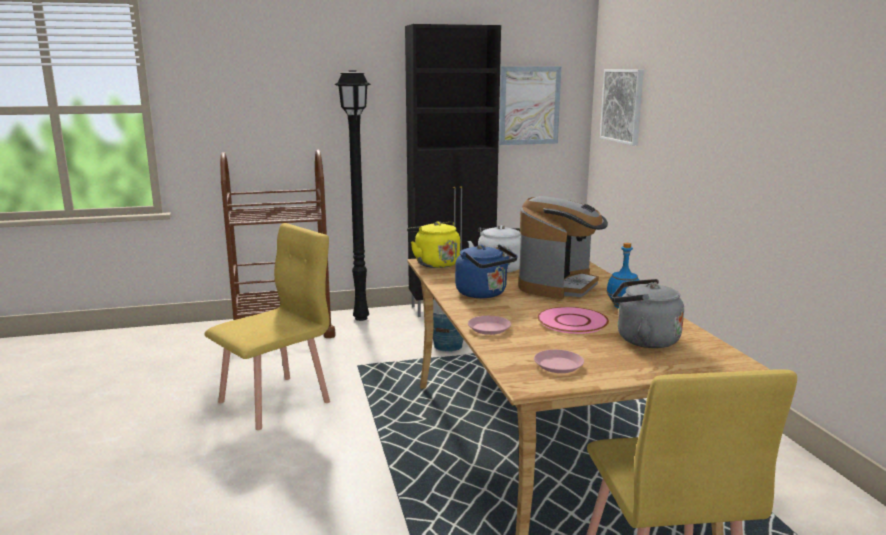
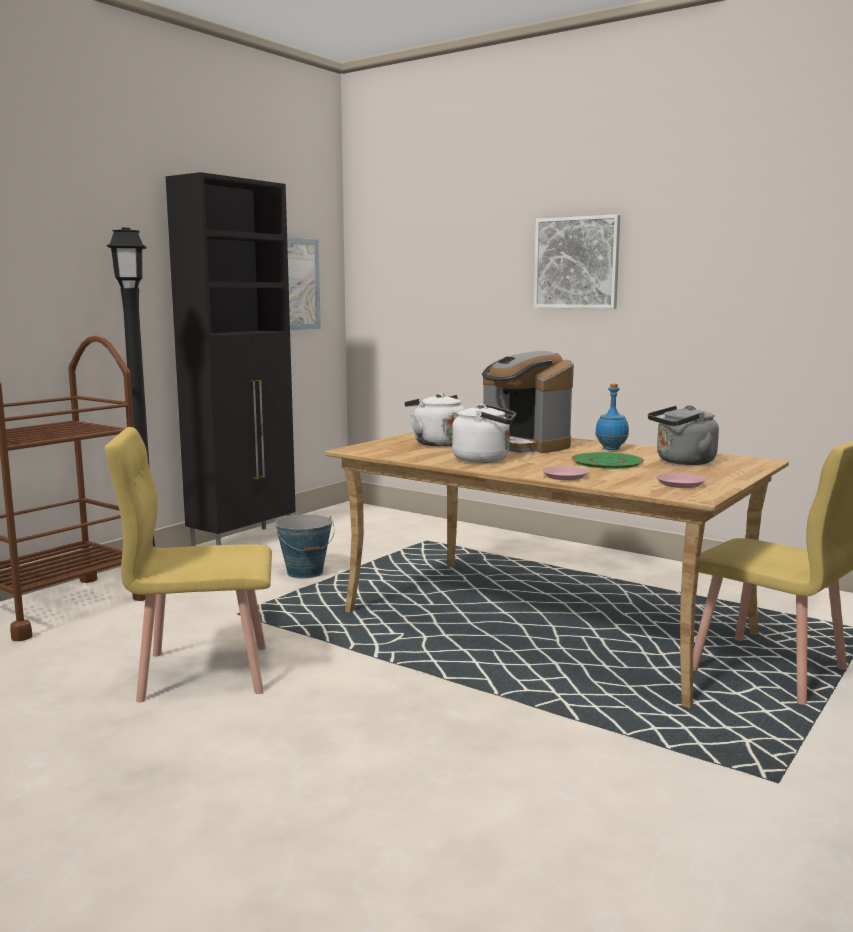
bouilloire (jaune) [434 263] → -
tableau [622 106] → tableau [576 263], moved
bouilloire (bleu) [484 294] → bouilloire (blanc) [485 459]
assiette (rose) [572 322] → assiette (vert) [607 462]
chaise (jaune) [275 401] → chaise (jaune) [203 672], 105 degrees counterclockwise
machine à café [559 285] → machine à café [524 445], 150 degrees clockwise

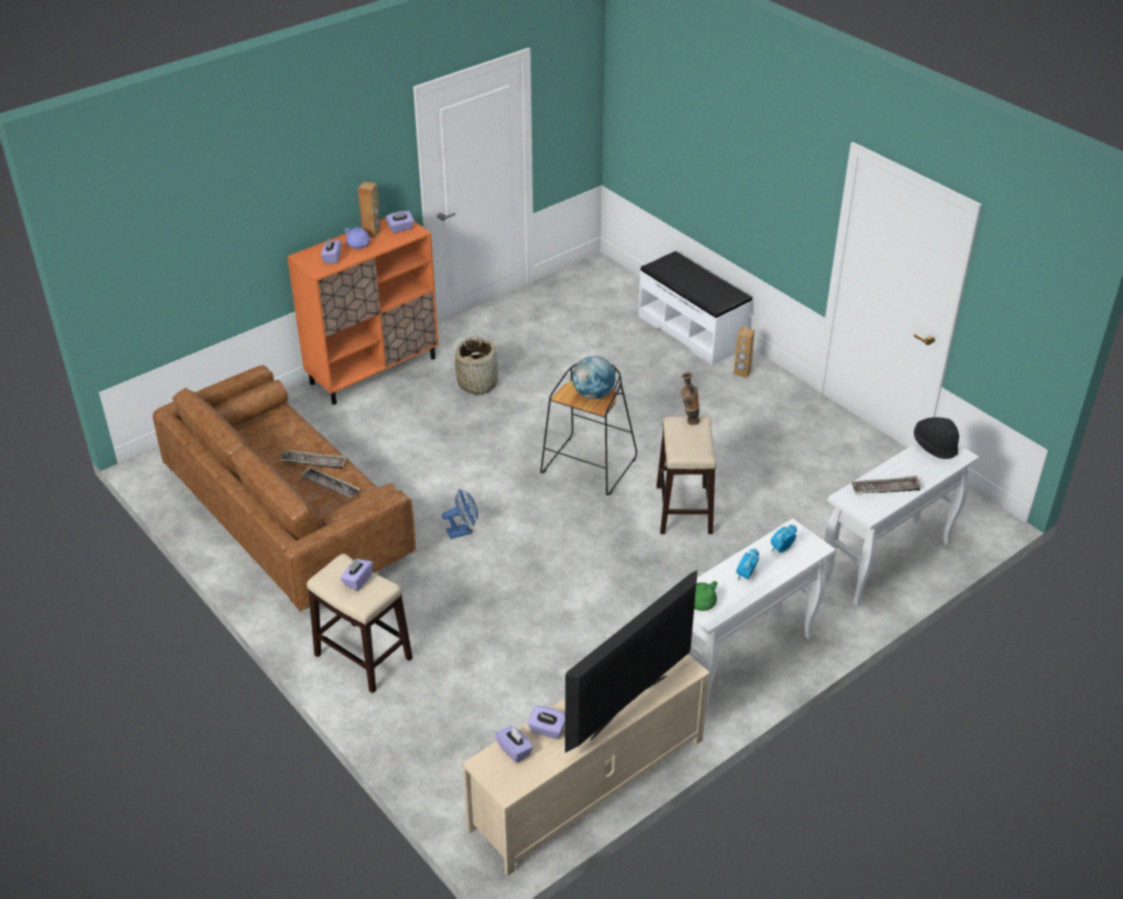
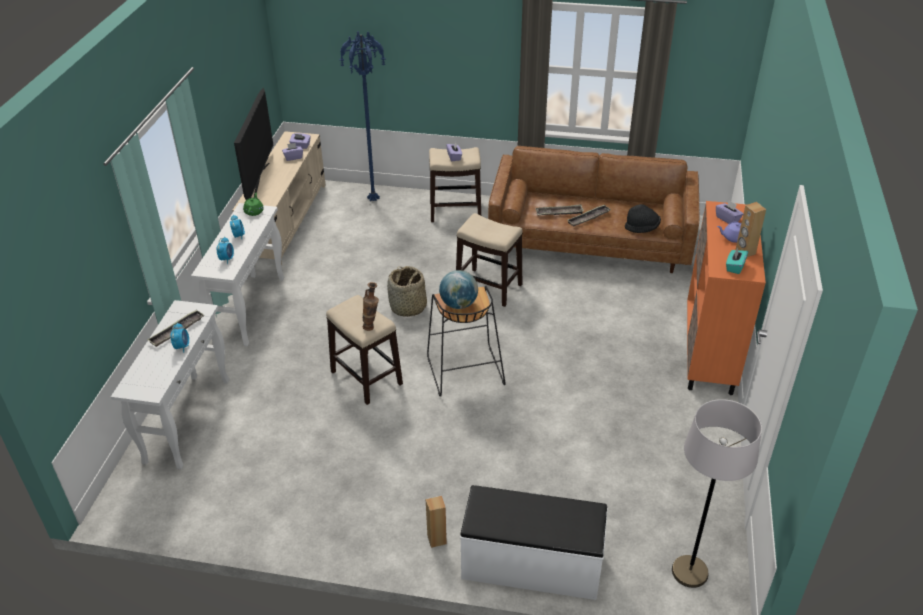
- → réveil [182 346]
- → lampadaire (bleu) [374 200]
- → lampadaire (gris) [689 572]
panier [478 383] → panier [408 307], moved
chapeau (noir) [934 446] → chapeau (noir) [642 228], moved
ventilateur (bleu) [463 531] → tabouret [489 287]
boîte à mouchoirs (violet) [400 228] → boîte à mouchoirs (turquoise) [734 267]

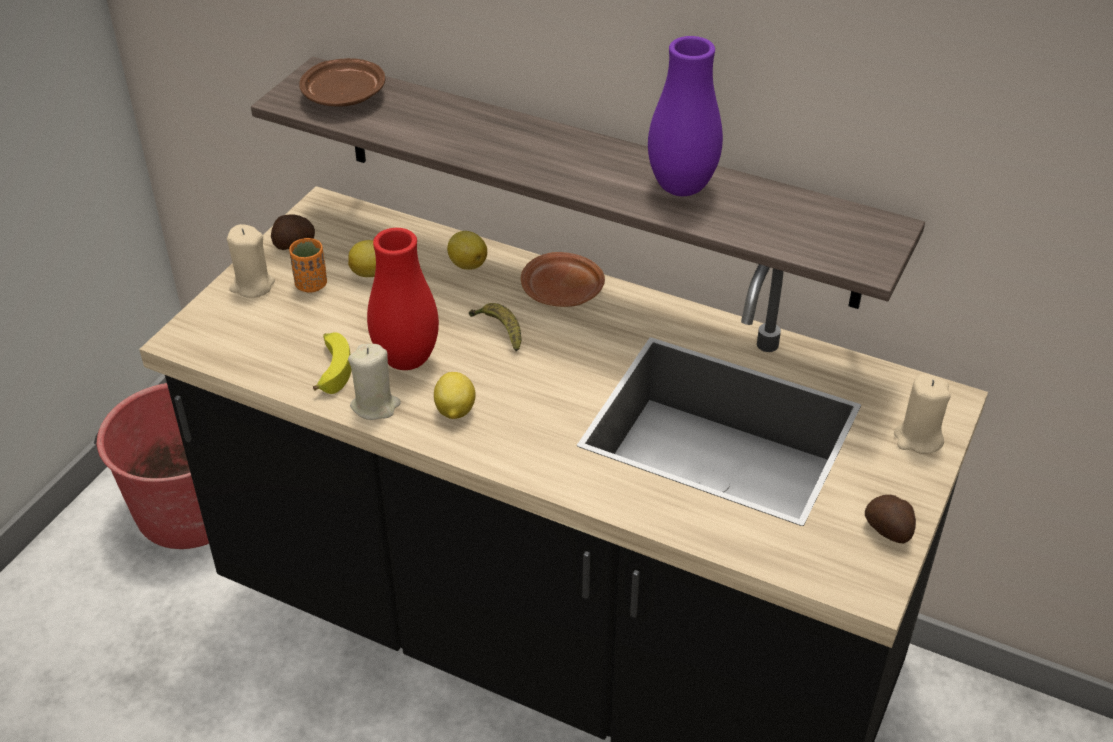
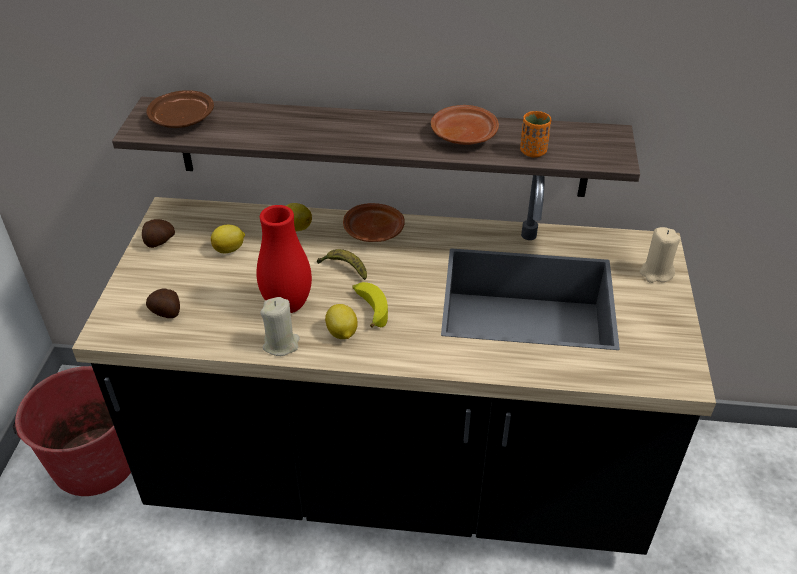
bougie (beige) [252 285] → -
tasse (orange) [311 285] → tasse (orange) [533 151], moved
banane [331 368] → banane [369 309], moved
pomme de terre [889 531] → pomme de terre [167 312], moved
vase (violet) [681 188] → assiette (marron) [463 135]

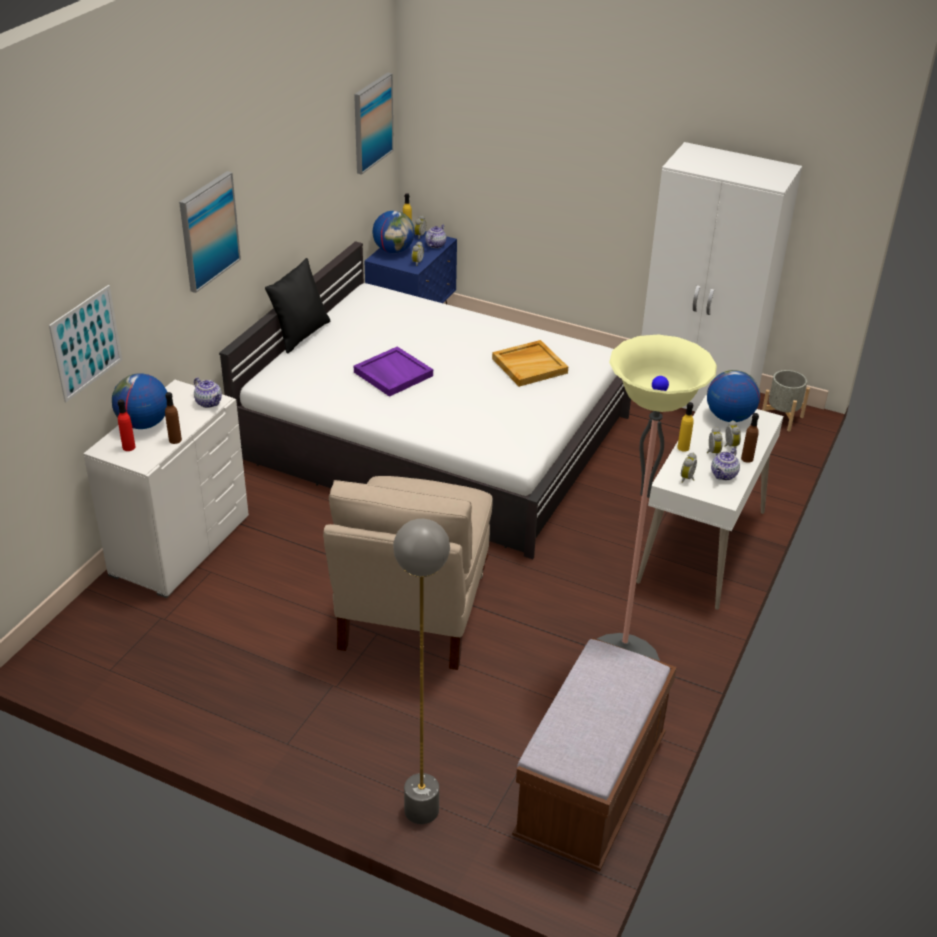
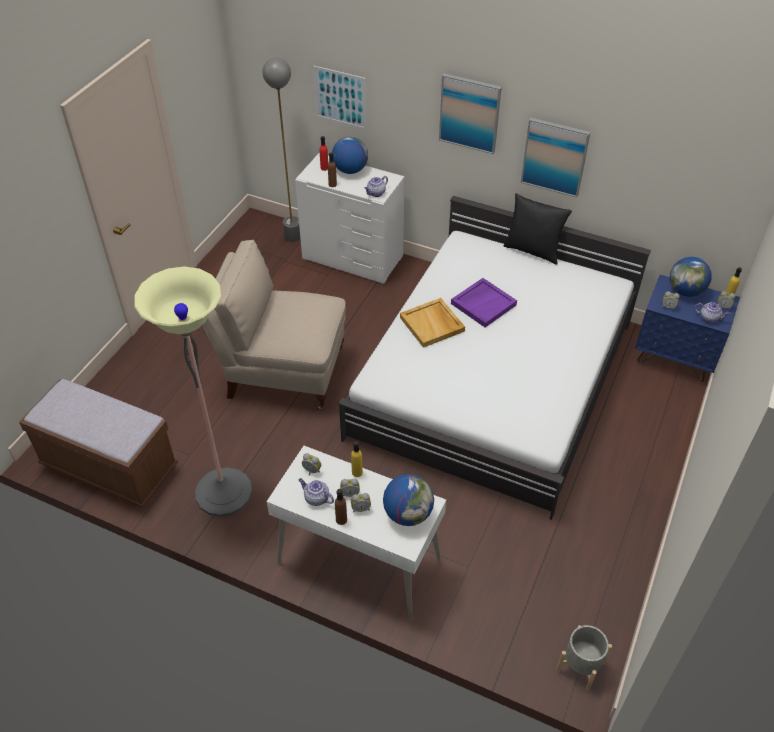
armoire (blanc) [697 396] → -
tableau [372 122] → tableau [554 157], moved
lampadaire (gris) [422 810] → lampadaire (gris) [292 236], moved
plateau (beige) [529 365] → plateau (beige) [432 324], moved

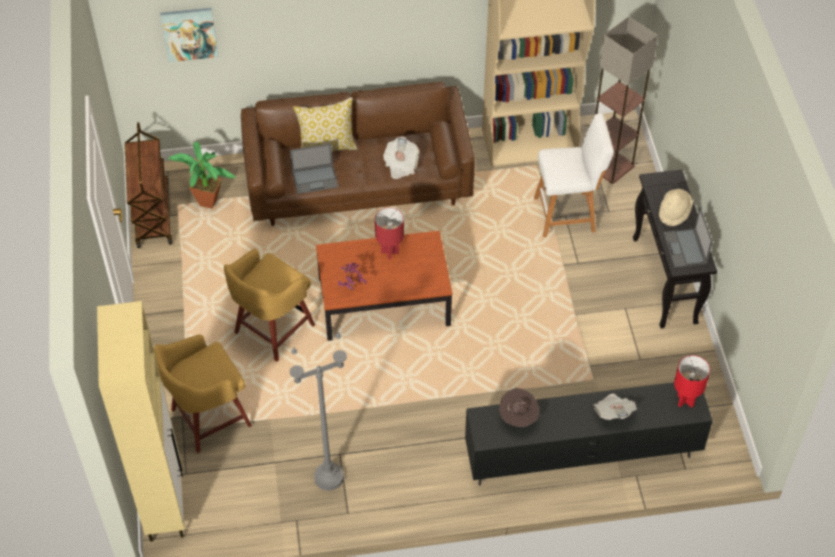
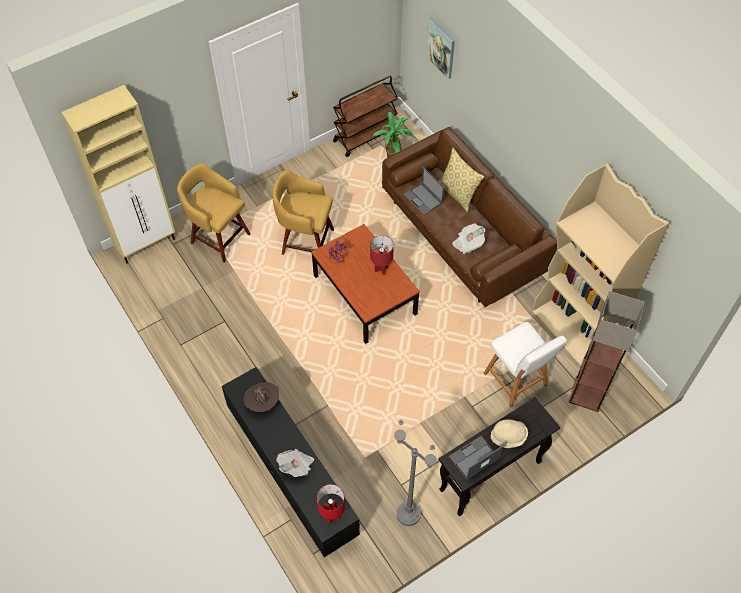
lampadaire (gris) [328 478] → lampadaire (gris) [408 514], moved

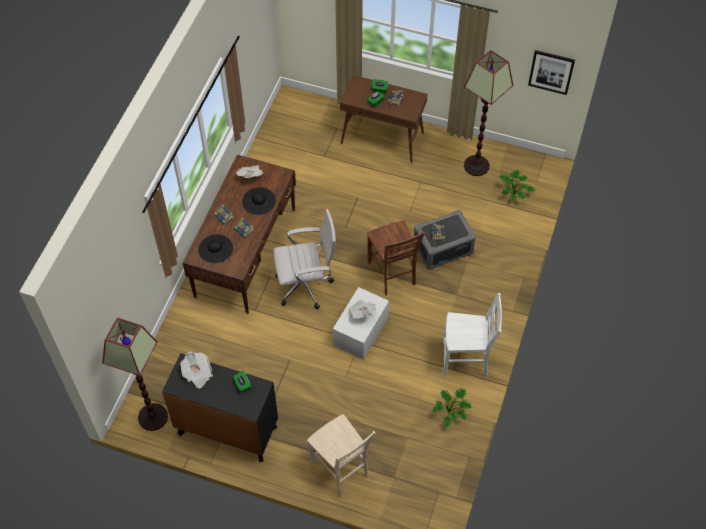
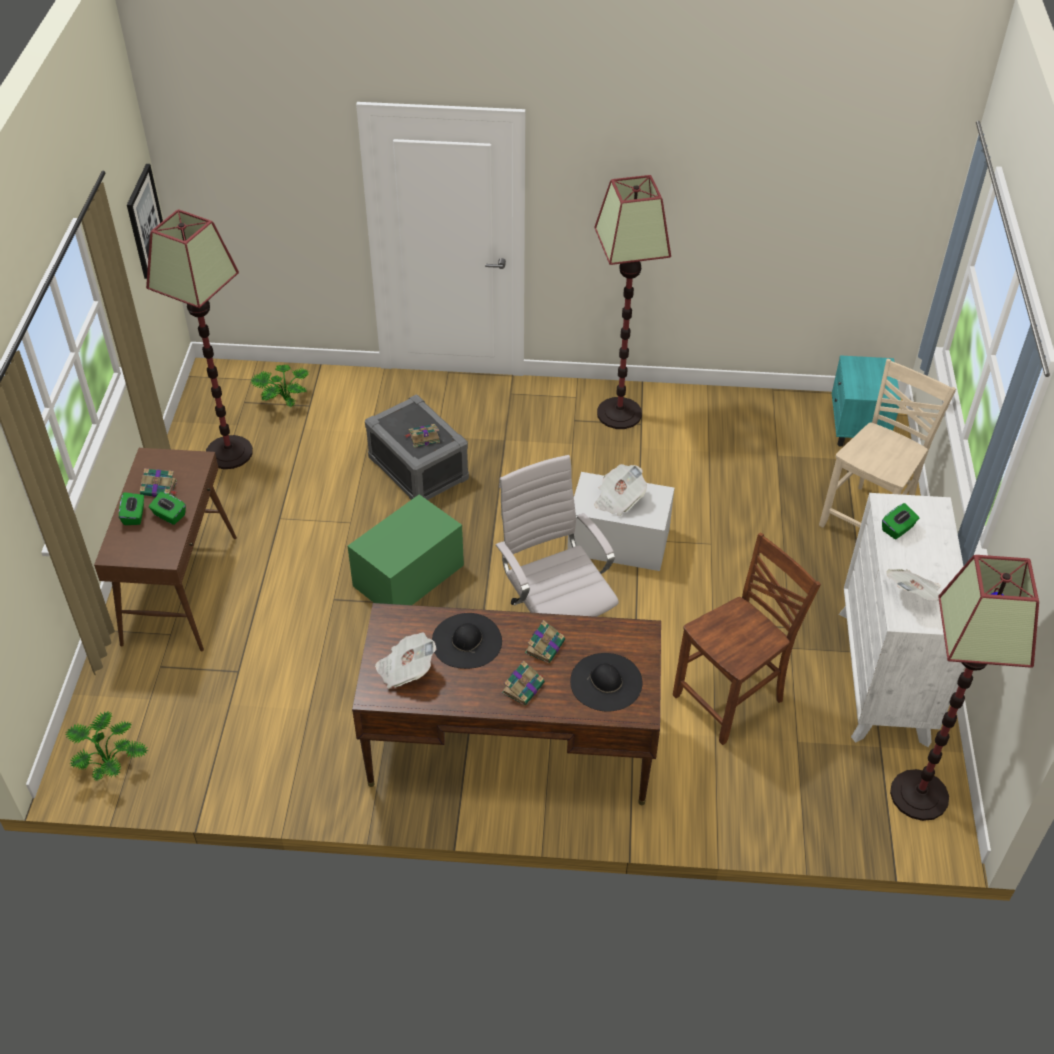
- → boîte de rangement (vert) [408 576]
- → table de chevet (turquoise) [857 428]
chaise (marron) [392 274] → chaise (marron) [731 699], moved
plante en pot [451 413] → plante en pot [110 763], moved
chaise (blanc) [466 360] → lampadaire [619 413]
commode (noir) [227 430] → commode (blanc) [883 676]

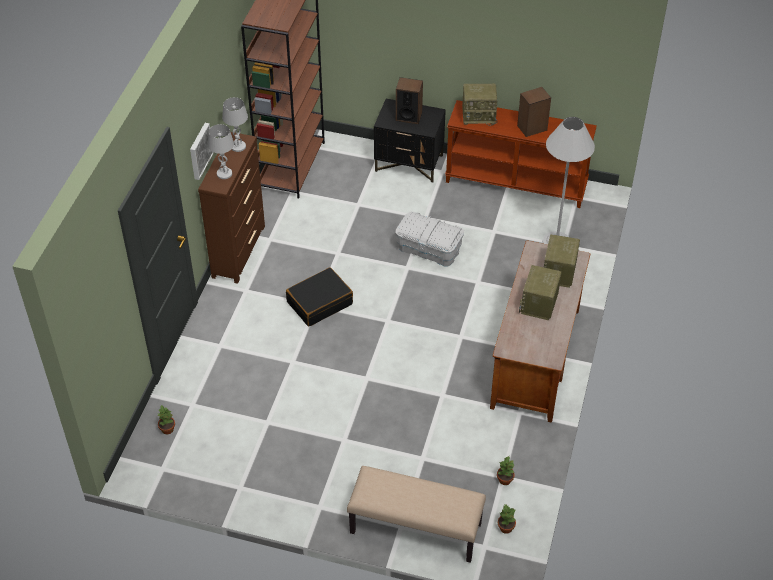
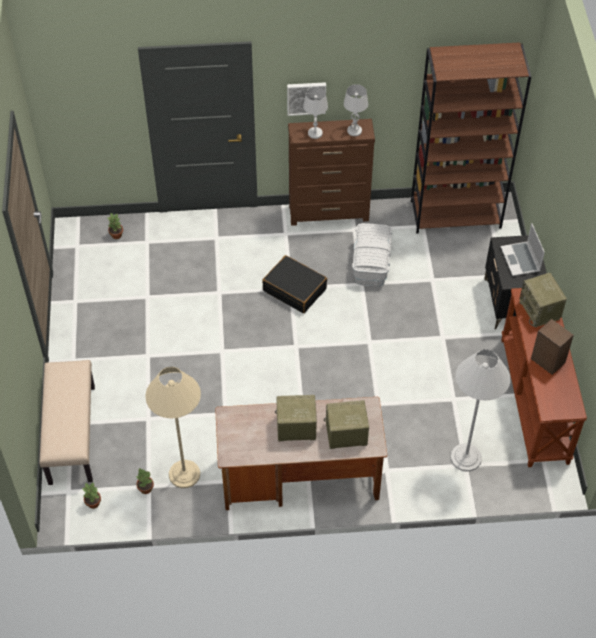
- → lampadaire (beige) [184 474]
boîte de rangement (blanc) [429 249] → boîte de rangement (blanc) [371 264], moved
enceinte [408 116] → ordinateur portable [521 260]

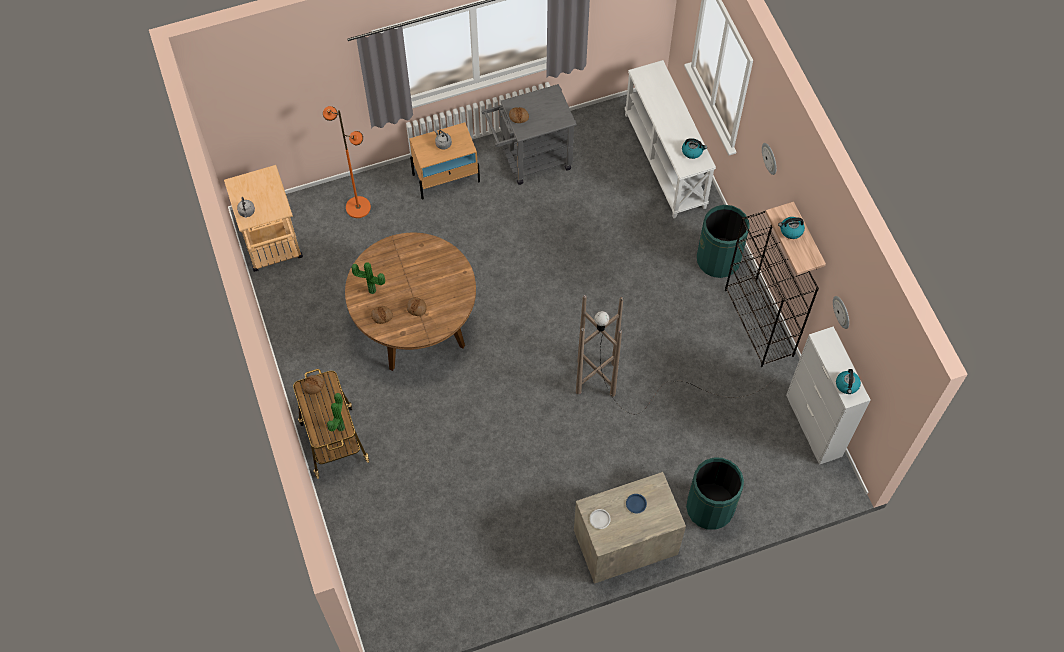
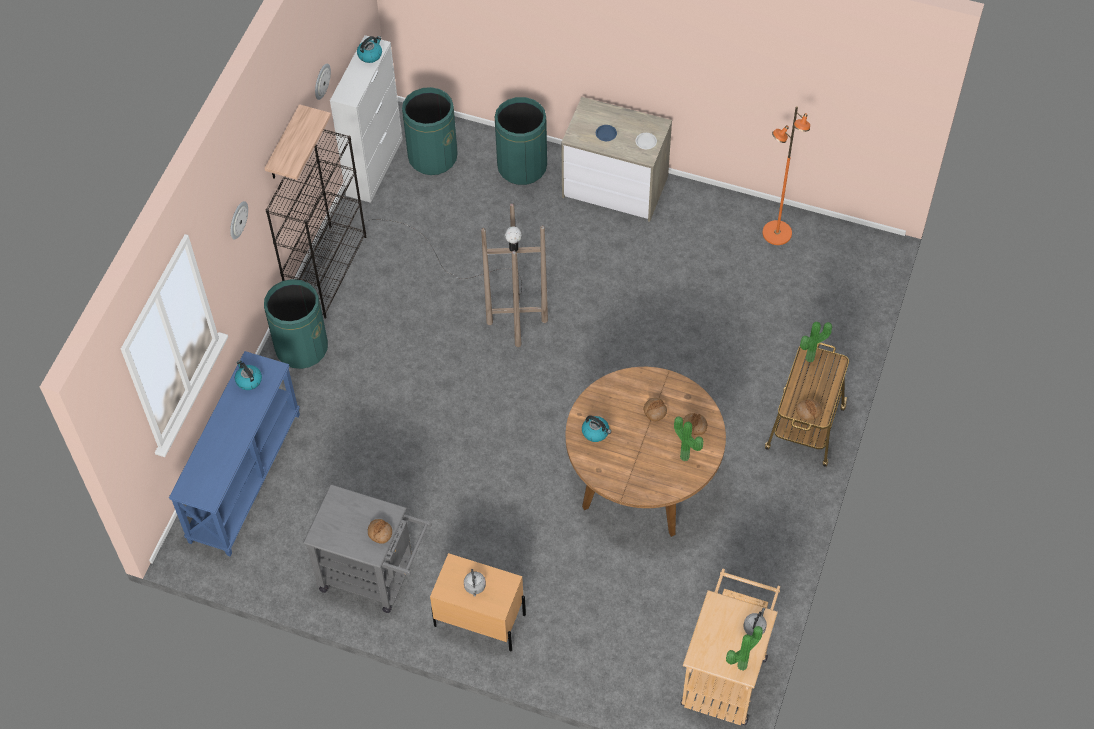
- → poubelle (vert) [432 156]
- → plante en pot [740 664]
lampadaire (orange) [358 207] → lampadaire (orange) [776 233], moved
bouilloire [791 231] → bouilloire [596 432], moved
table console (blanc) [666 160] → table console (bleu) [244 476]

